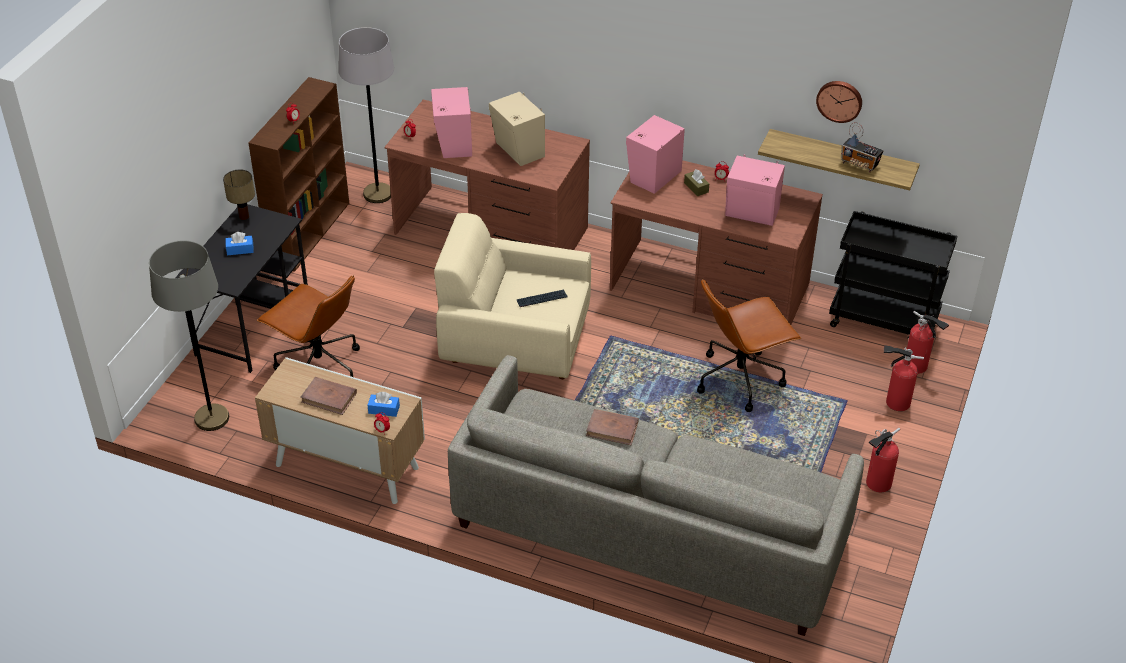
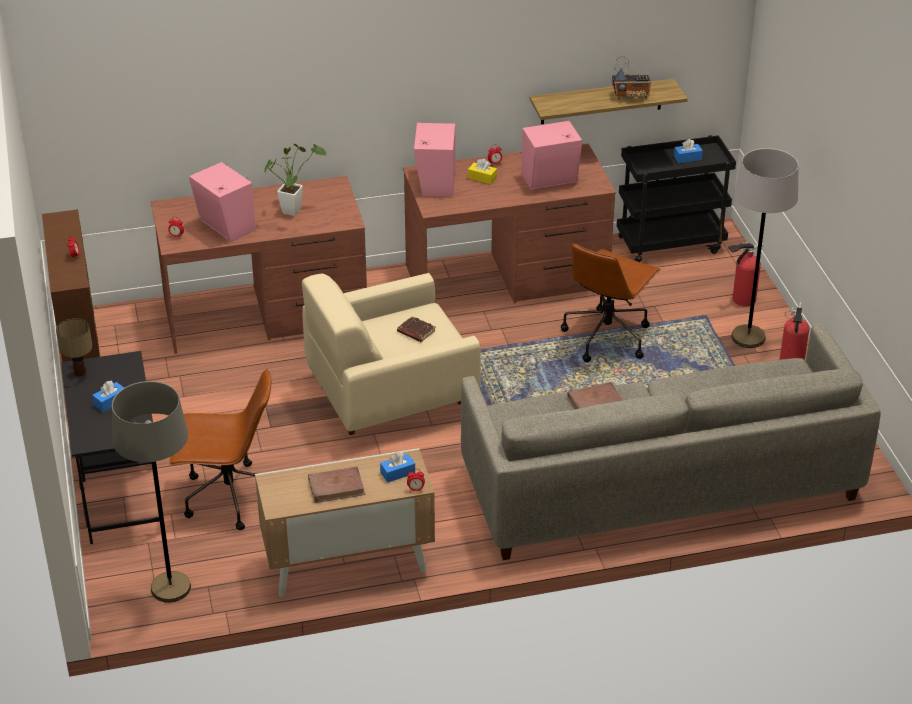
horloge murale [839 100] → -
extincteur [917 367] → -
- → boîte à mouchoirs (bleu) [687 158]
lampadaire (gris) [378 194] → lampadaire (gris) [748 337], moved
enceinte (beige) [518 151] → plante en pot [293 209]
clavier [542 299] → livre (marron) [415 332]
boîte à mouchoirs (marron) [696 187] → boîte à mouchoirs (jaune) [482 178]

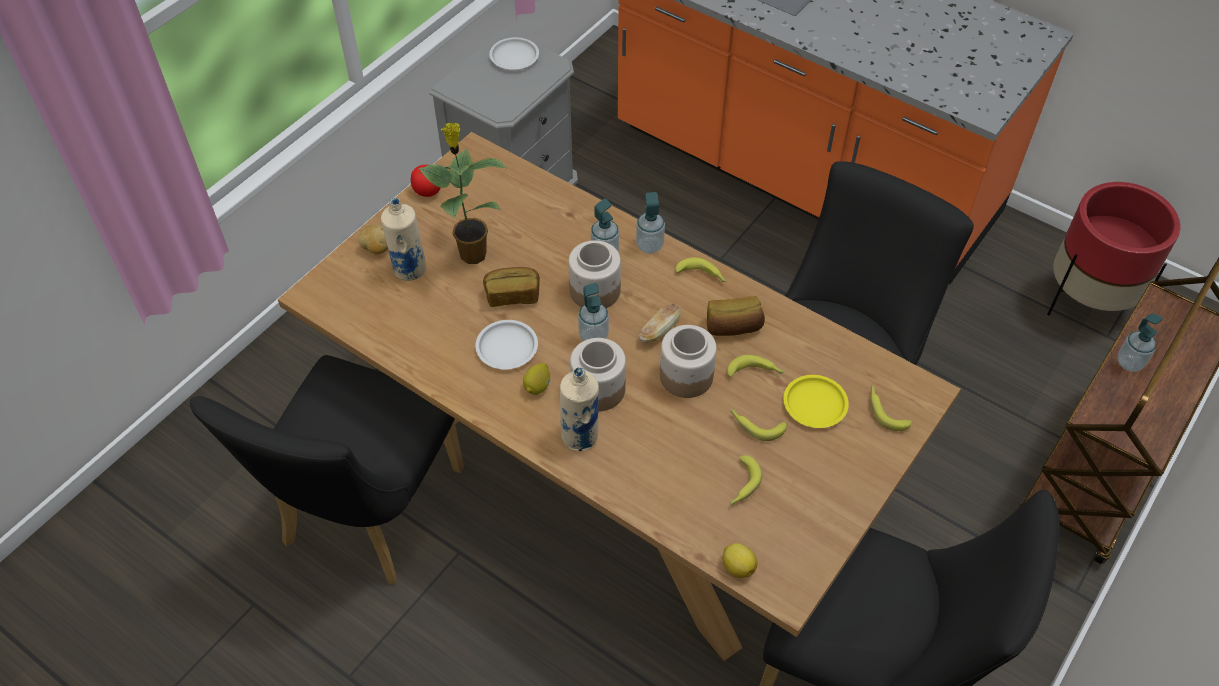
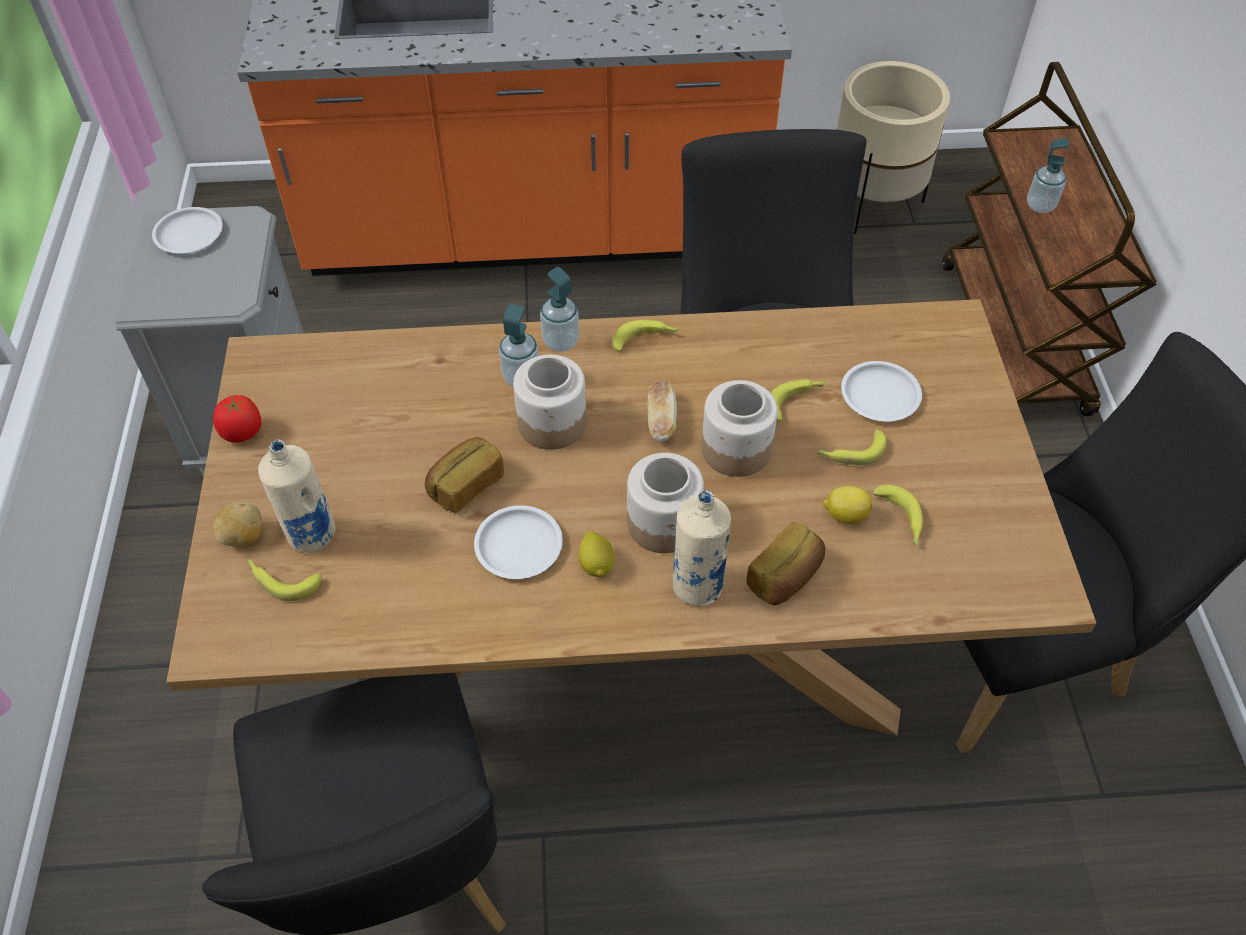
plante en pot [472 253] → -
distributeur de savon [593 336] → -
pain [733 327] → pain [785 577], moved
citron [737 567] → citron [844 515], moved
banane [885 411] → banane [281 580], moved
assiette (jaune) [814 404] → assiette (blanc) [879 395]
cache-pot (rouge) [1087 301] → cache-pot (beige) [873 203]

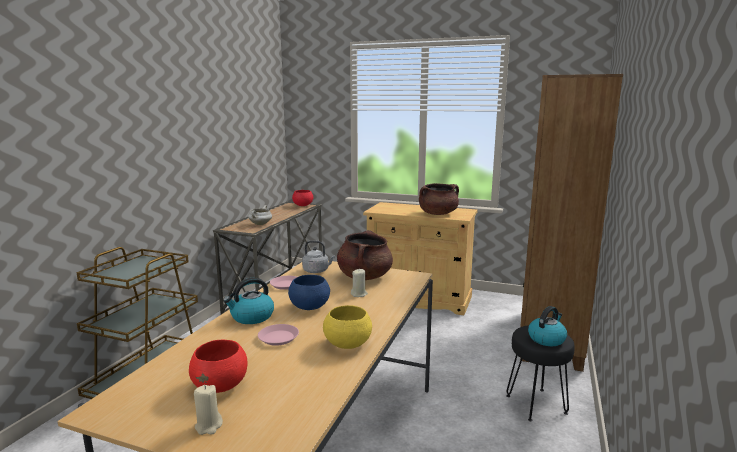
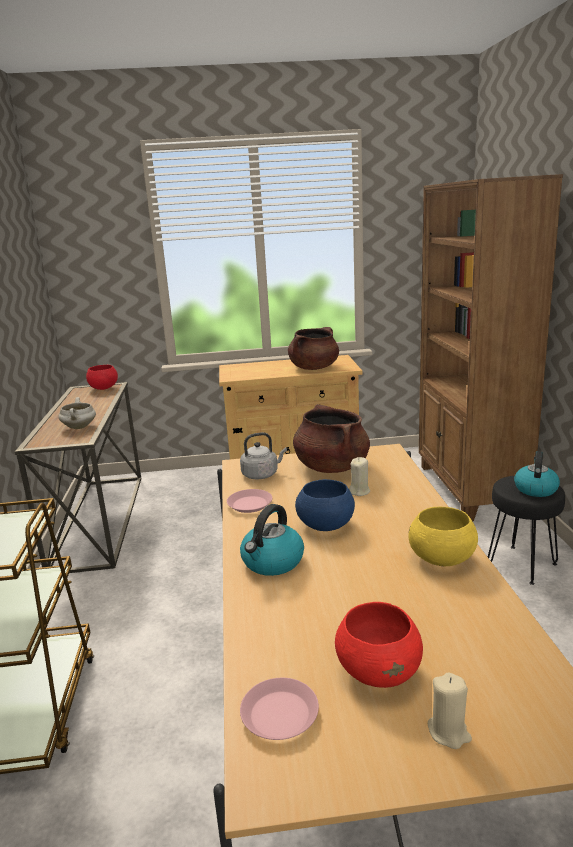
assiette (rose) [278 338] → assiette (rose) [279 715], moved

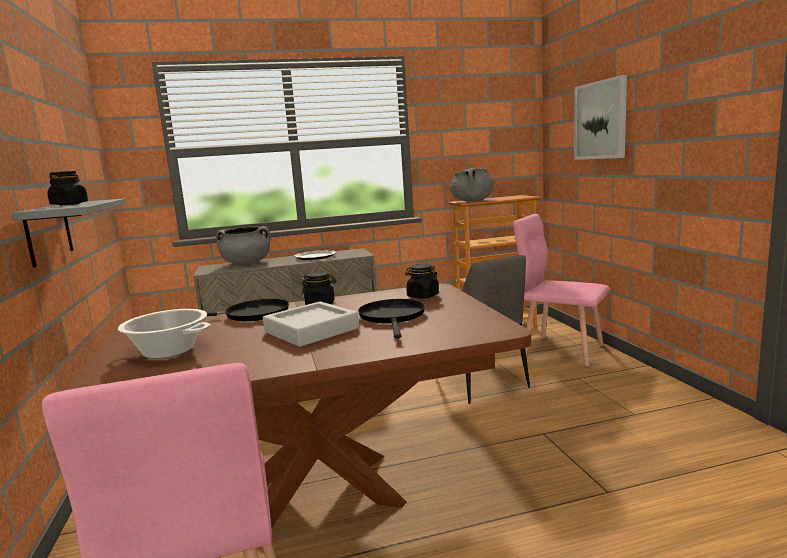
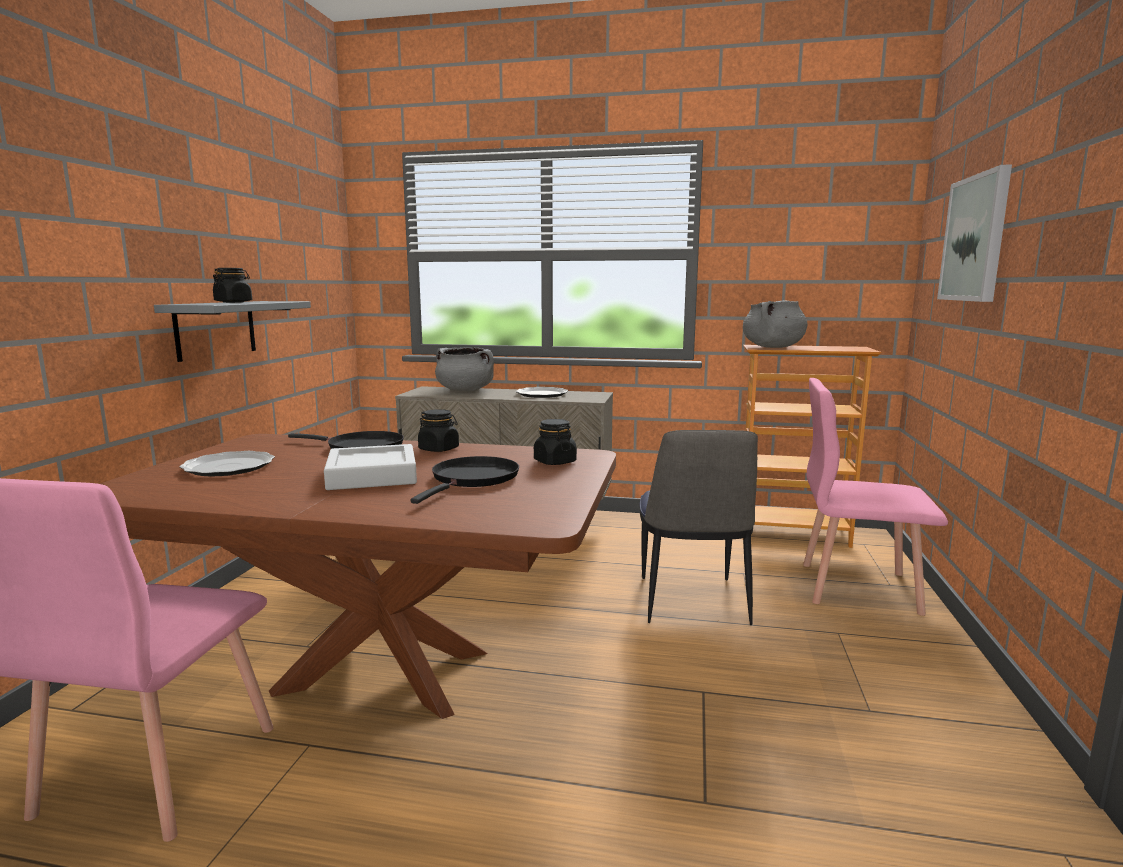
marmite [169 351] → assiette [229 467]
chaise (rose) [562 350] → chaise (rose) [857 587], 45 degrees counterclockwise

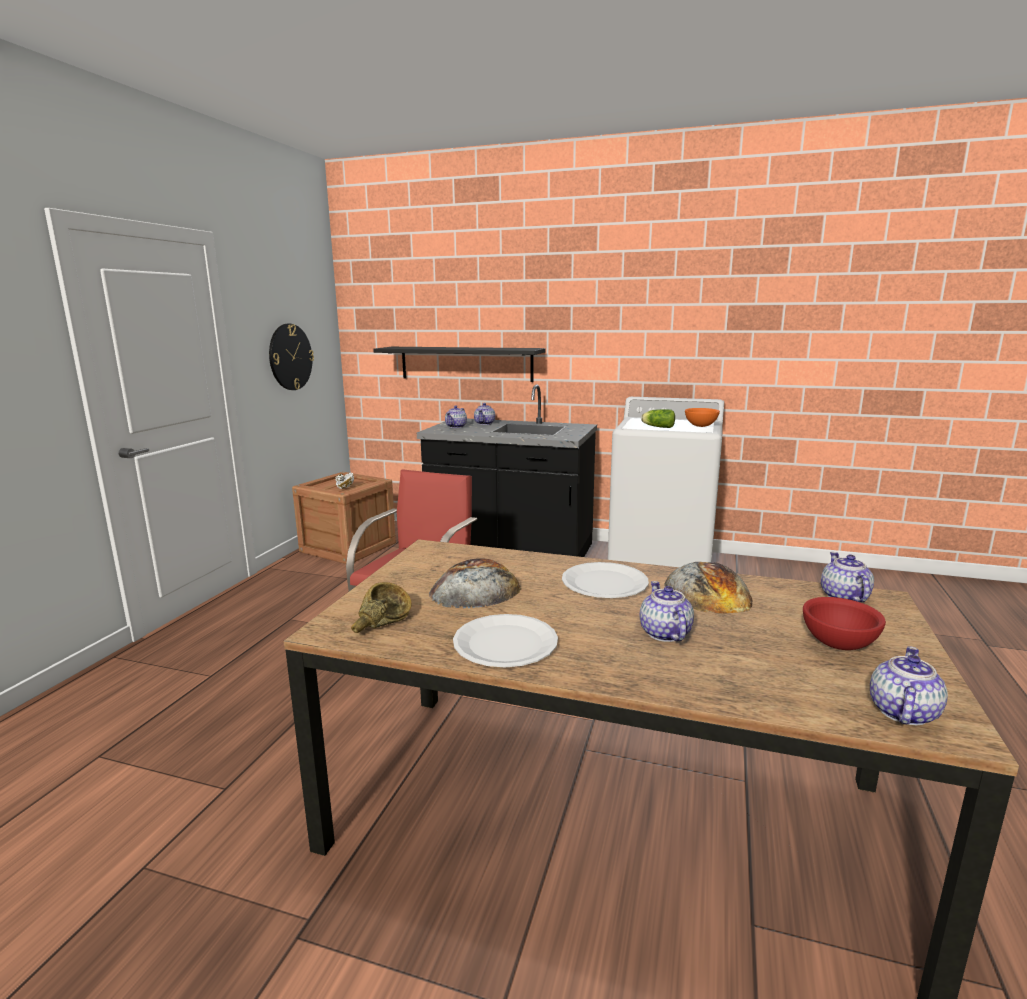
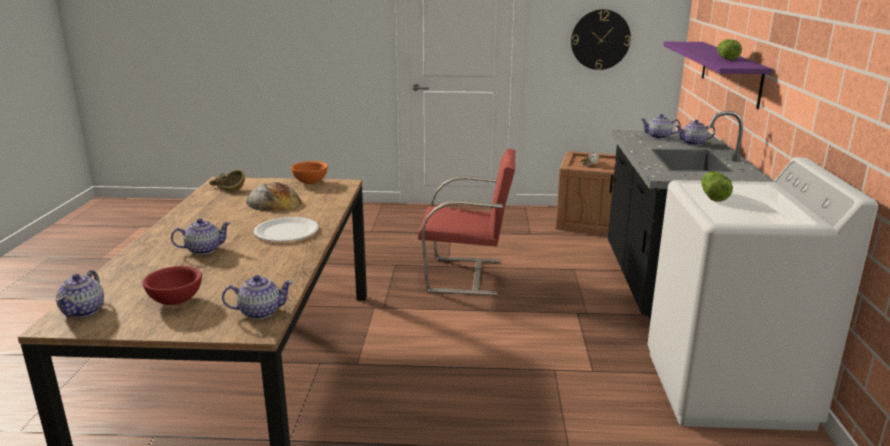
assiette (blanc) [505 643] → -
pain [707 592] → -
- → laitue [726 58]
bol (orange) [700 426] → bol (orange) [310 182], moved
étagère (noir) [466 363] → étagère (violet) [730 72]
théière [902 712] → théière [84 311], 75 degrees clockwise

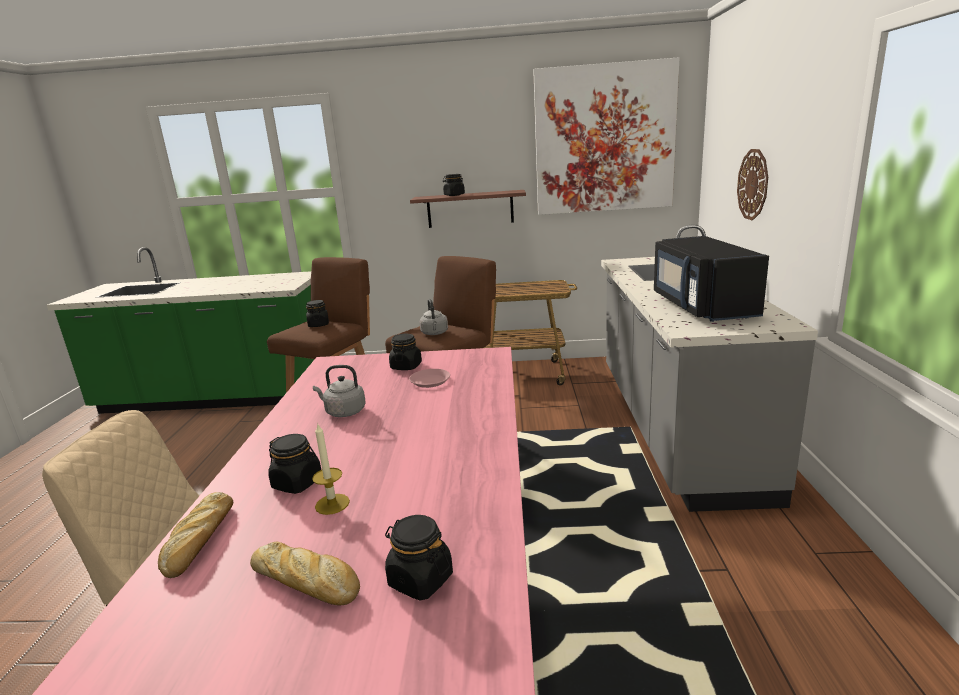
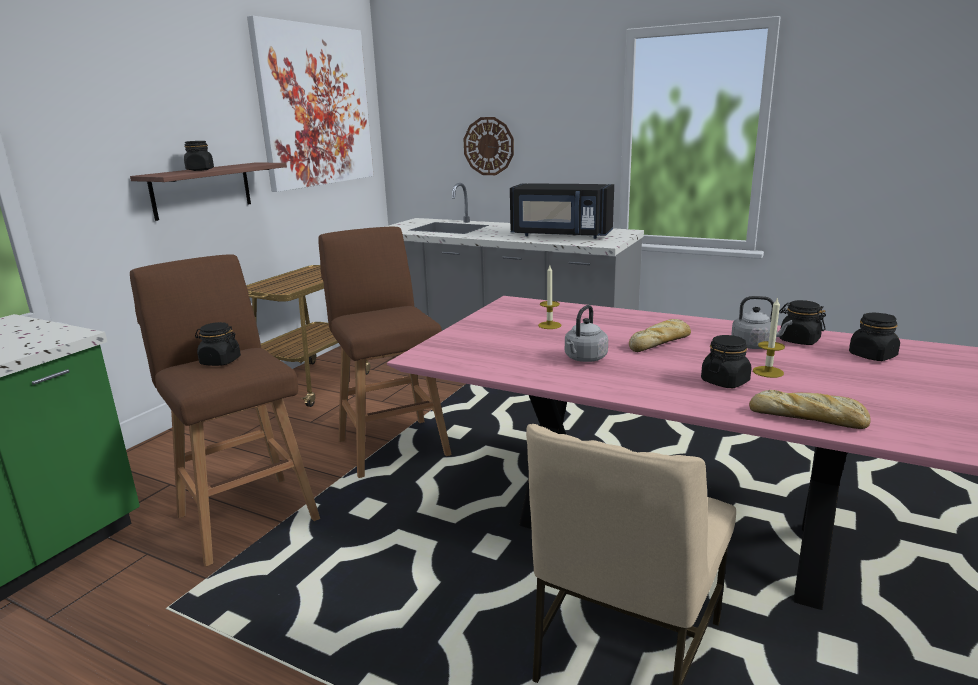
pain [307 581] → pain [660 342], moved
bocal (noir) [406 366] → bocal (noir) [799 340], moved
bouilloire (gris) [434 333] → bouilloire (gris) [755 345], moved
assiette (rose) [430 381] → bougie [549 325]

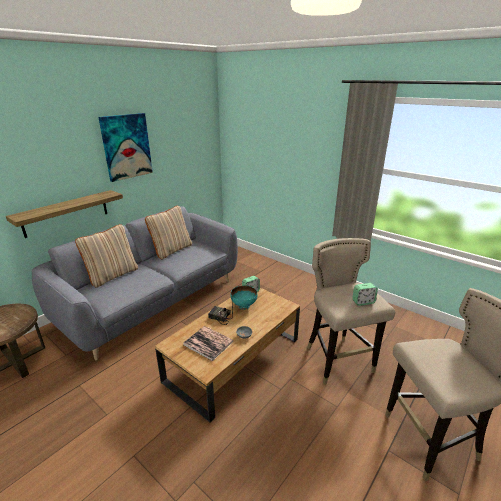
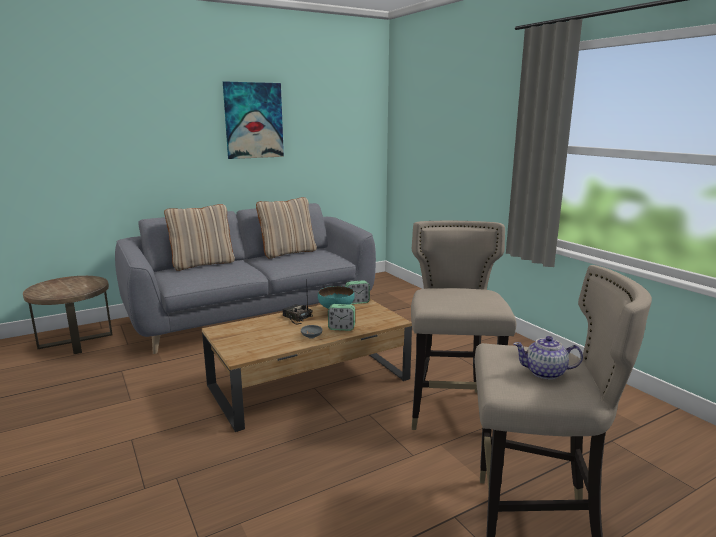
étagère [66 213] → -
livre [208 343] → -
- → théière [545 373]
réveil [363 302] → réveil [341 328], moved

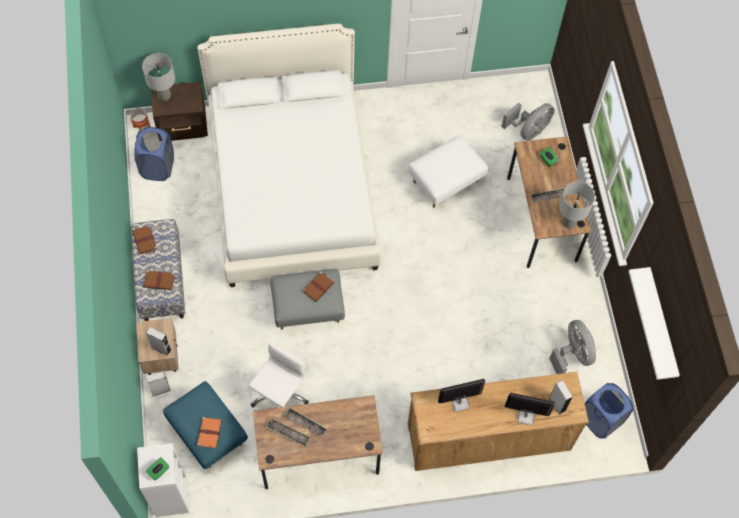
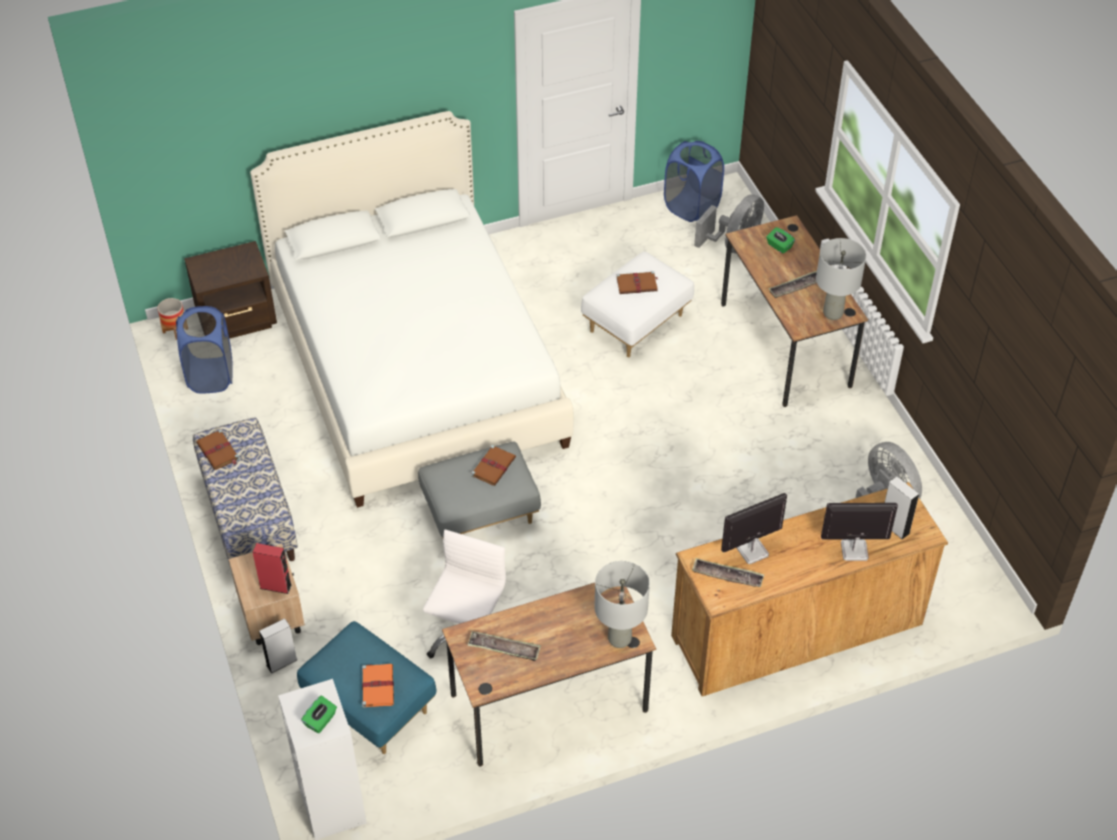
étagère (blanc) [661 325] → -
lampe de table (gris) [164 96] → lampe de table (gris) [620 638], moved
livre (marron) [159 281] → livre (marron) [637 284], moved
plateau [305 423] → plateau [727 576], moved
panier à linge (bleu) [600 419] → panier à linge (bleu) [691 207], moved
enceinte (gris) [161 348] → enceinte (rouge) [275 586]

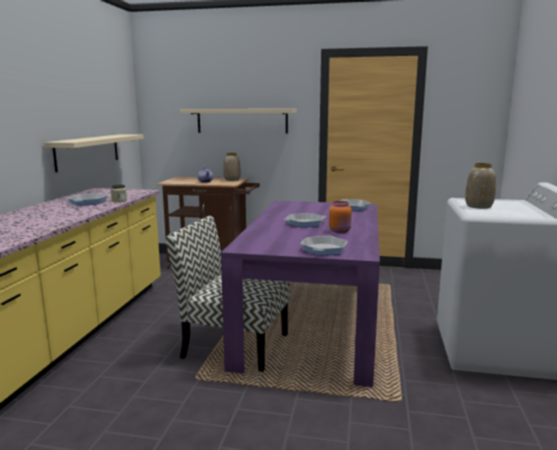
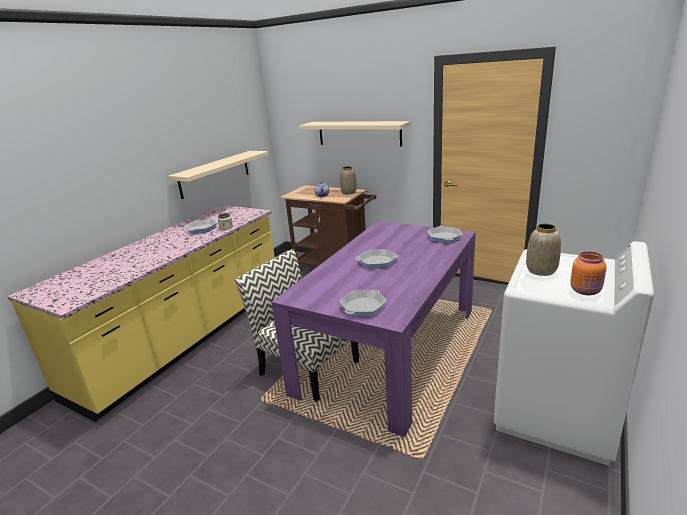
bocal (orange) [340 231] → bocal (orange) [586 291], moved

